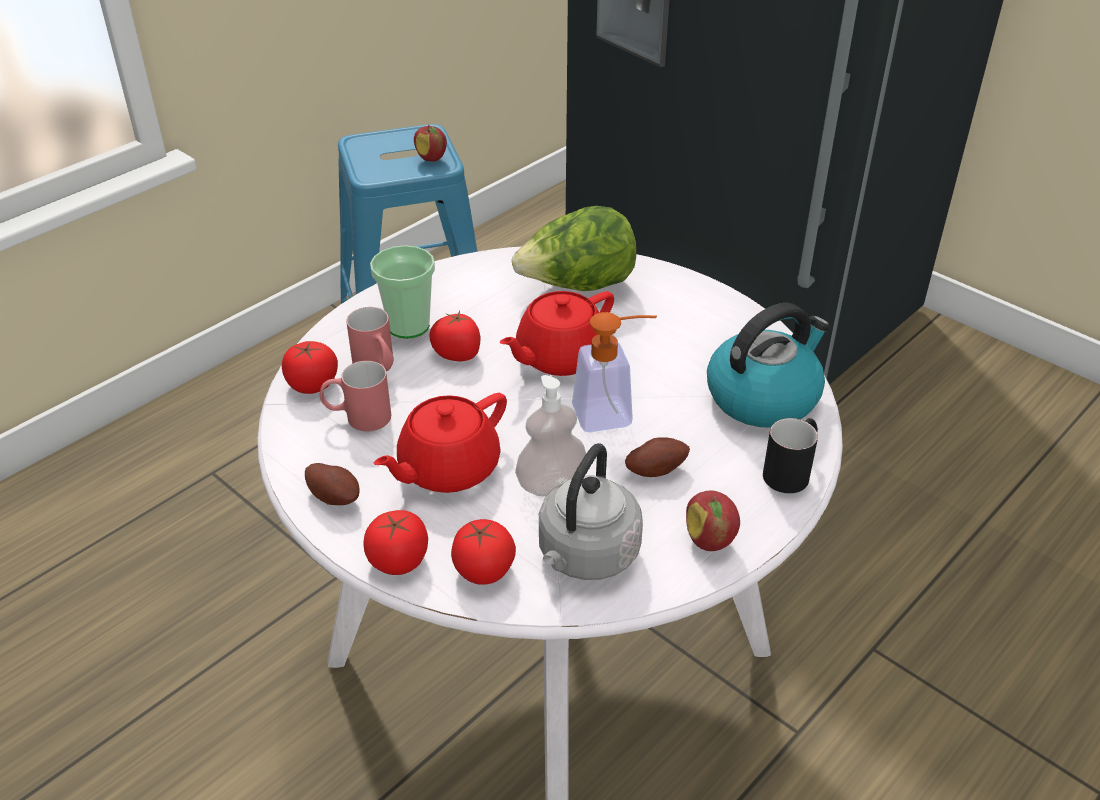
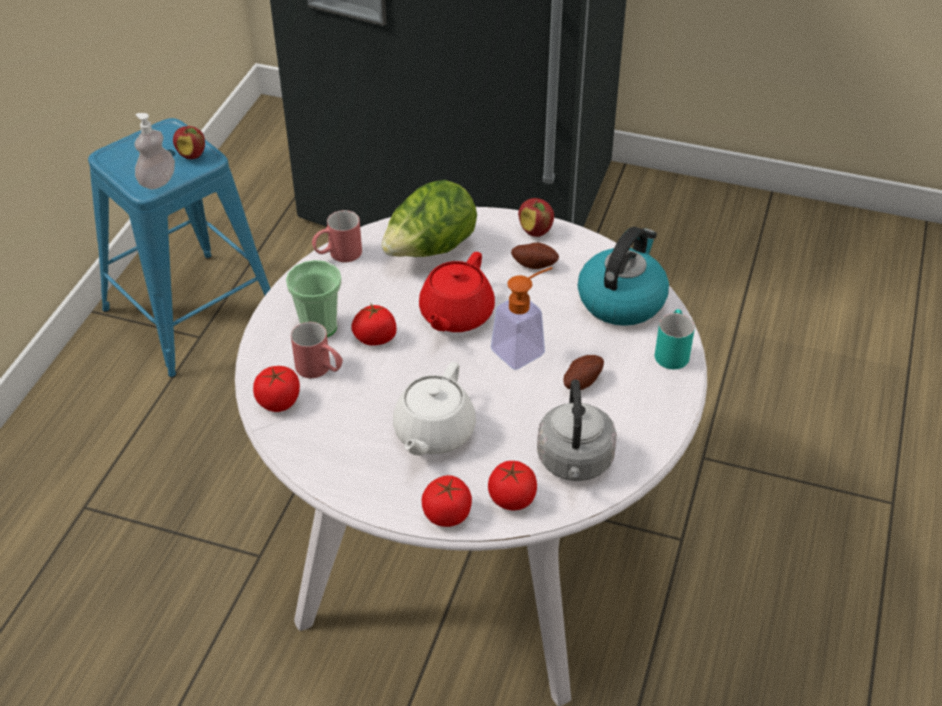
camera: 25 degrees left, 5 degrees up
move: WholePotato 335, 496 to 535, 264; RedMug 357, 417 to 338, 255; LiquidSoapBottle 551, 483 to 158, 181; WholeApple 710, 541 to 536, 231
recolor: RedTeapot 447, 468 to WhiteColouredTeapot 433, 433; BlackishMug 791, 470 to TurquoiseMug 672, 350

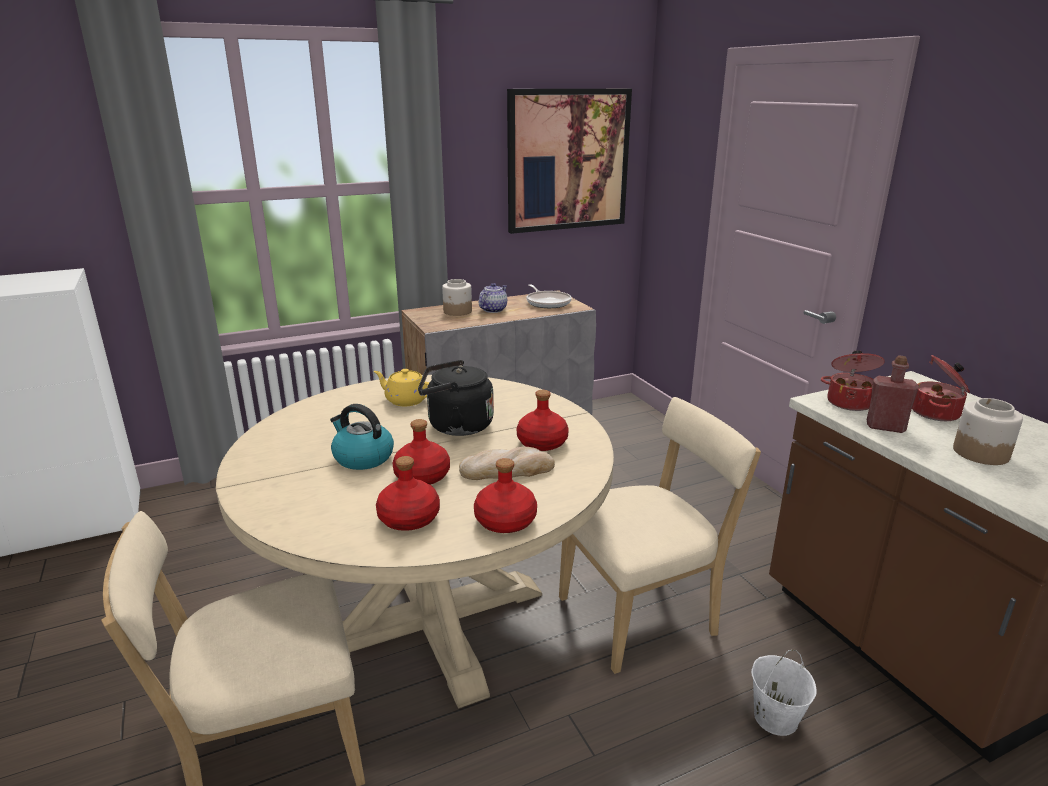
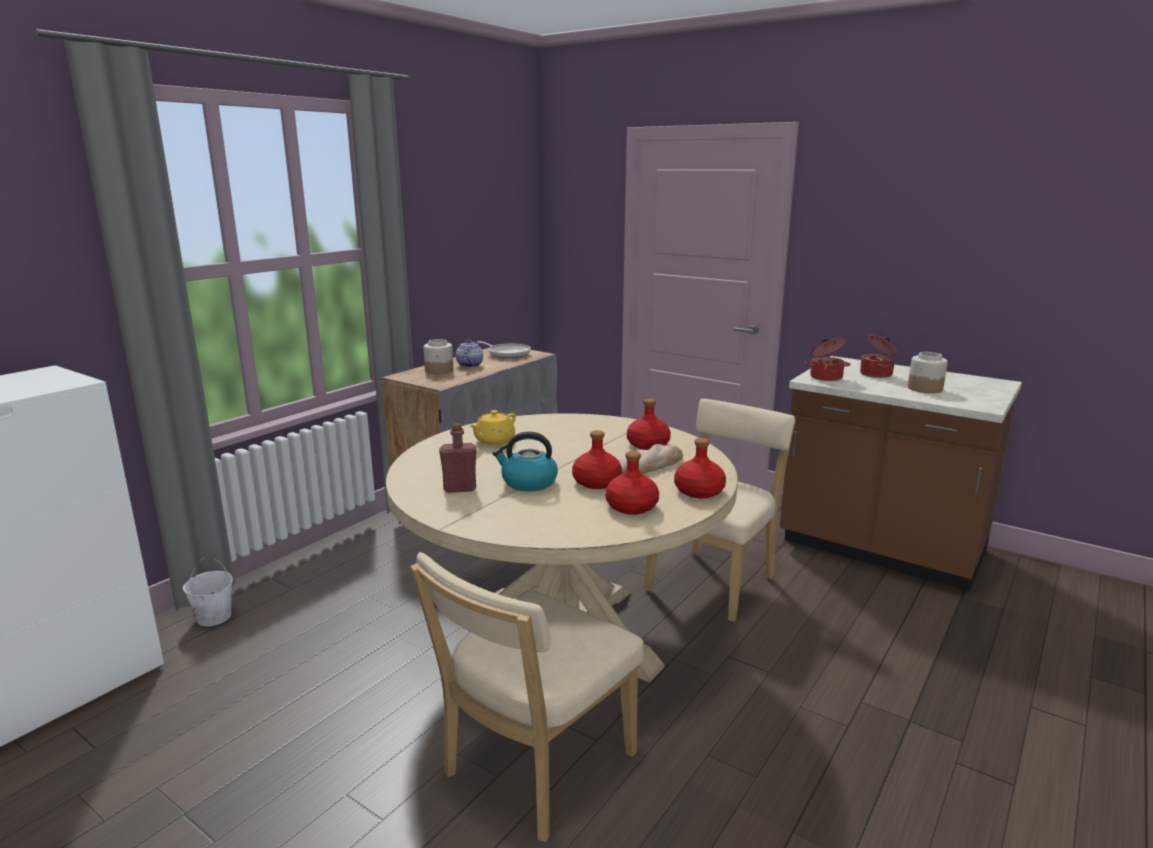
camera: 30 degrees left, 5 degrees down
delete: BlackishWaterKettle 456, 426; WallArt 568, 160
move: WhiteColouredWaterBucket 774, 718 to 213, 617; RedBottle 885, 427 to 460, 488
rotate: YellowishTeapot 405, 400 = 494, 441 45 degrees counterclockwise

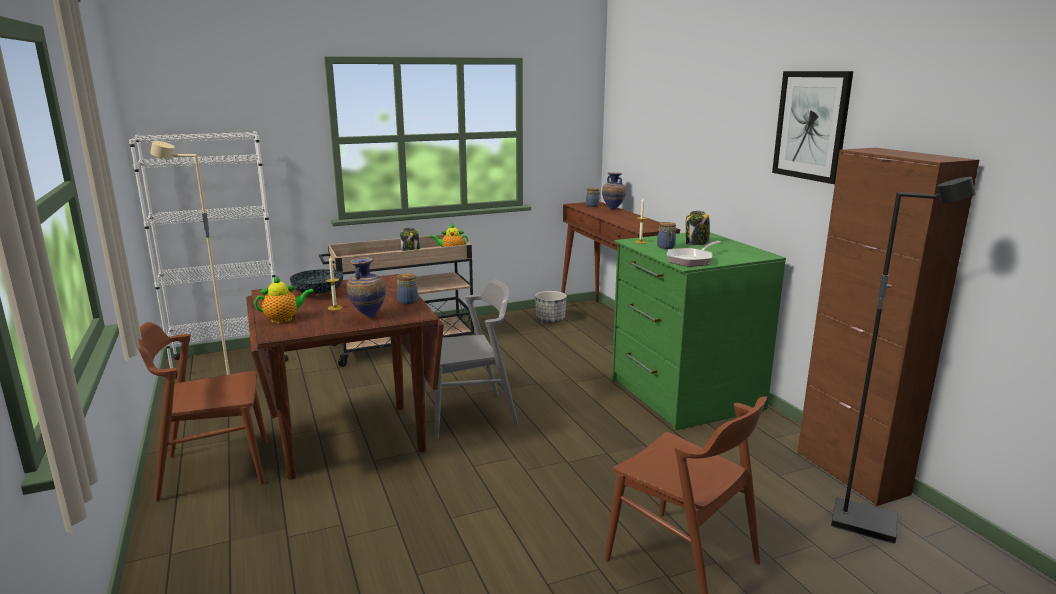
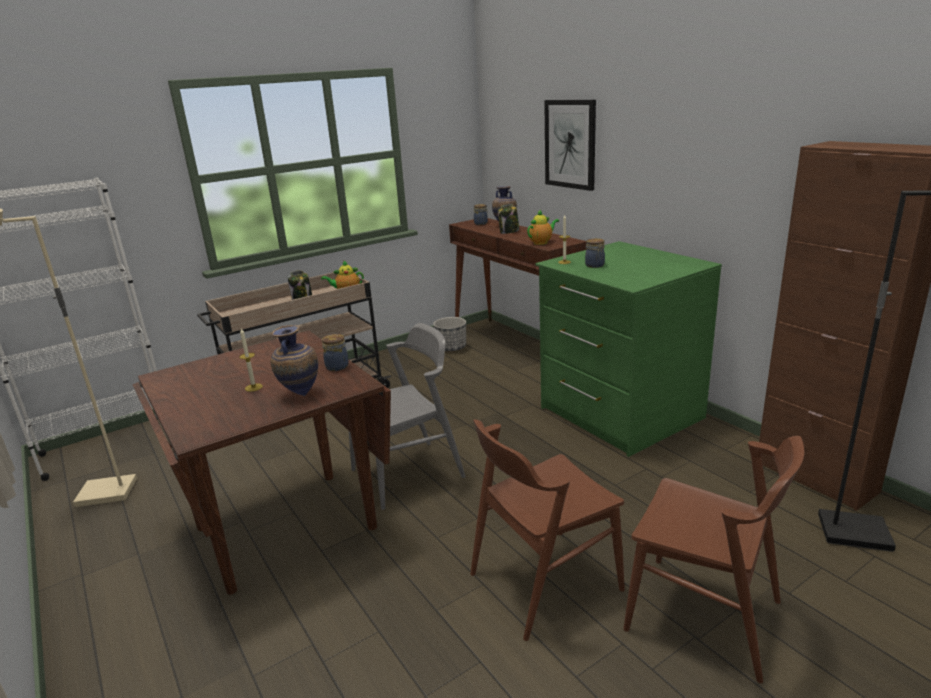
camera: 10 degrees left, 5 degrees up
delete: ServingBowl 318, 293; Skillet 691, 260
move: BrownUprightChair 214, 469 to 544, 581; Teapot 284, 319 to 541, 242; StorageJar 697, 243 to 509, 232; WallArt 811, 125 to 570, 144

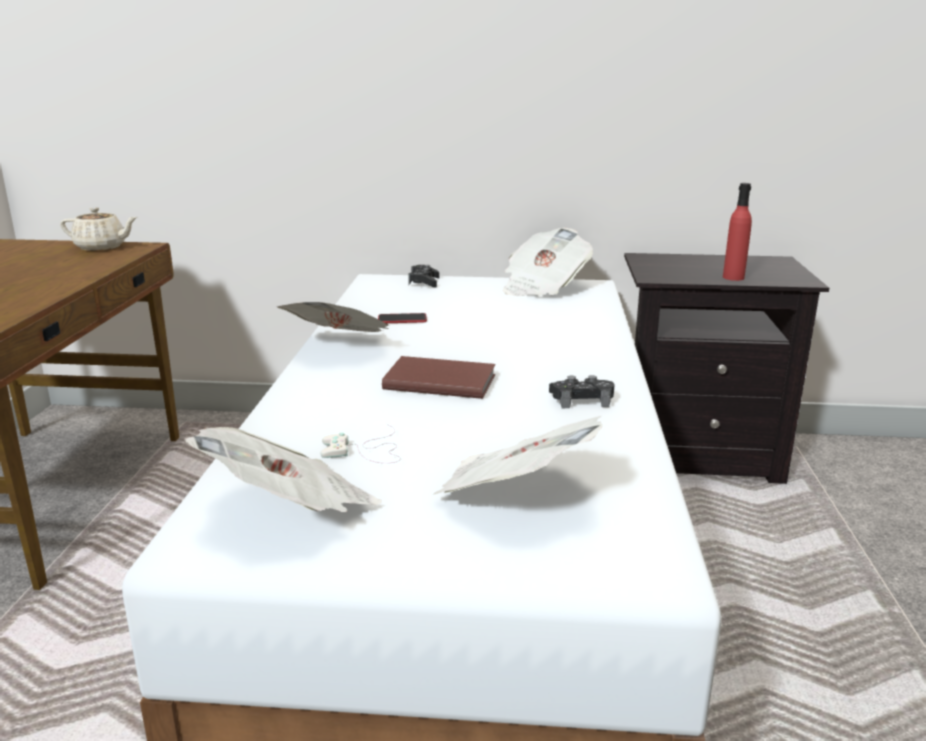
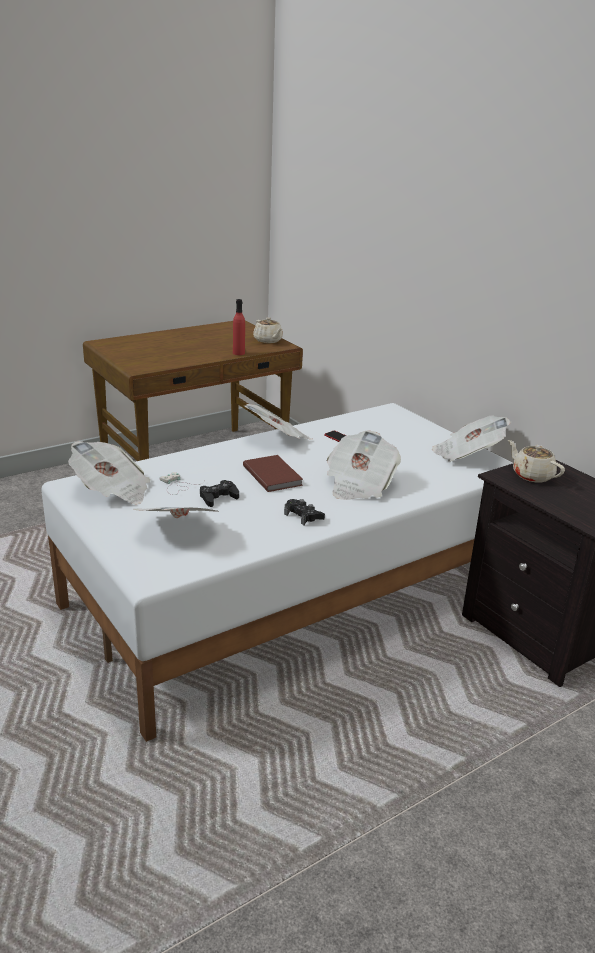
camera: 50 degrees right, 5 degrees up
insert: PrintedPaper 359, 485; BeigeTeapot 531, 475
move: BlackishGamepad 424, 282 to 218, 497; RedBottle 733, 277 to 238, 353

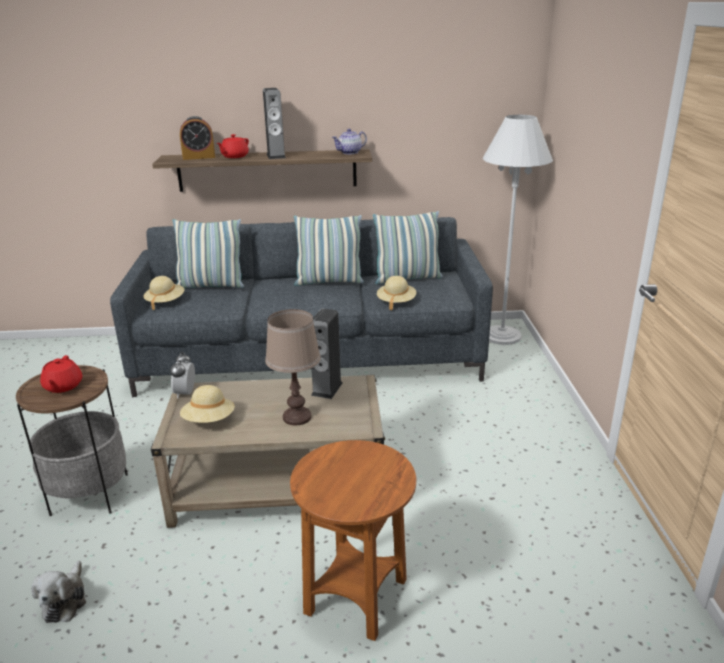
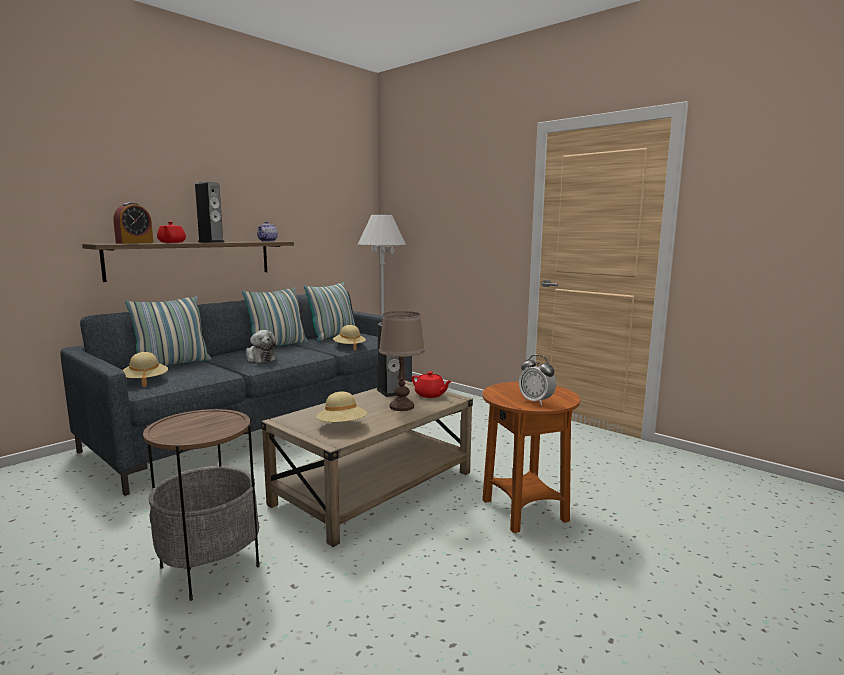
camera: 45 degrees left, 15 degrees down
move: PlushToy 65, 600 to 259, 358; RedTeapot 63, 386 to 430, 395; AlarmClock 185, 393 to 536, 401

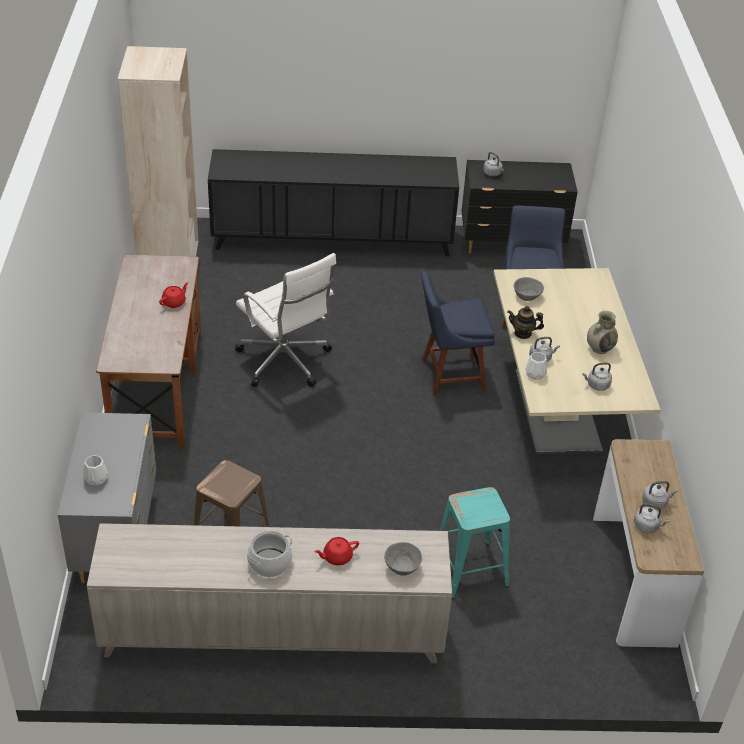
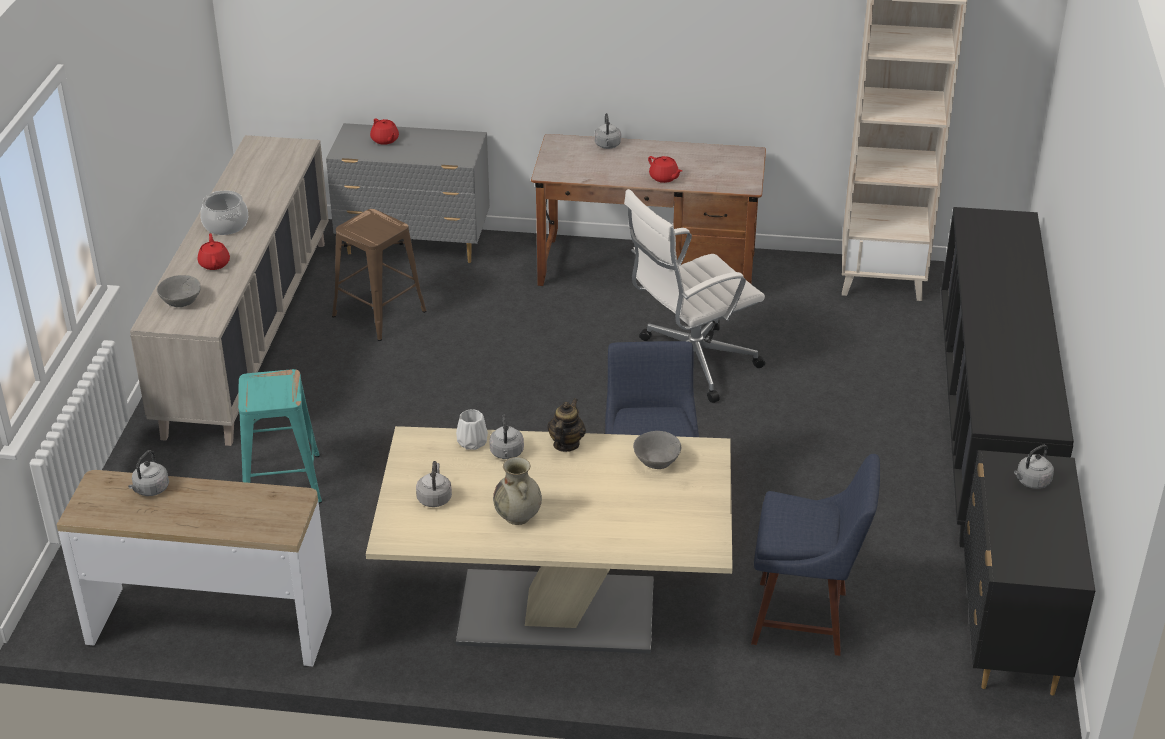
camera: 100 degrees right, 5 degrees down
move: GreyishWaterKettle 655, 502 to 607, 145
replace: WhiteColouredVase 96, 478 to RedTeapot 385, 140

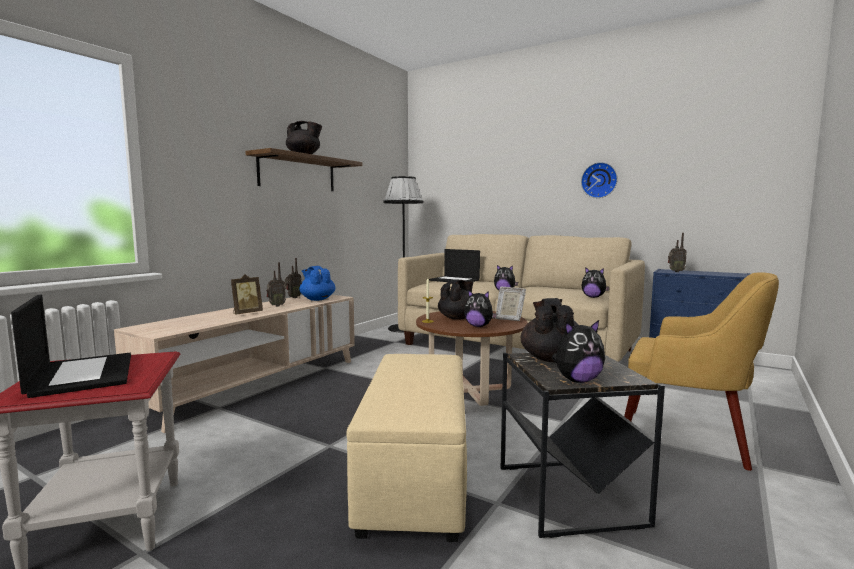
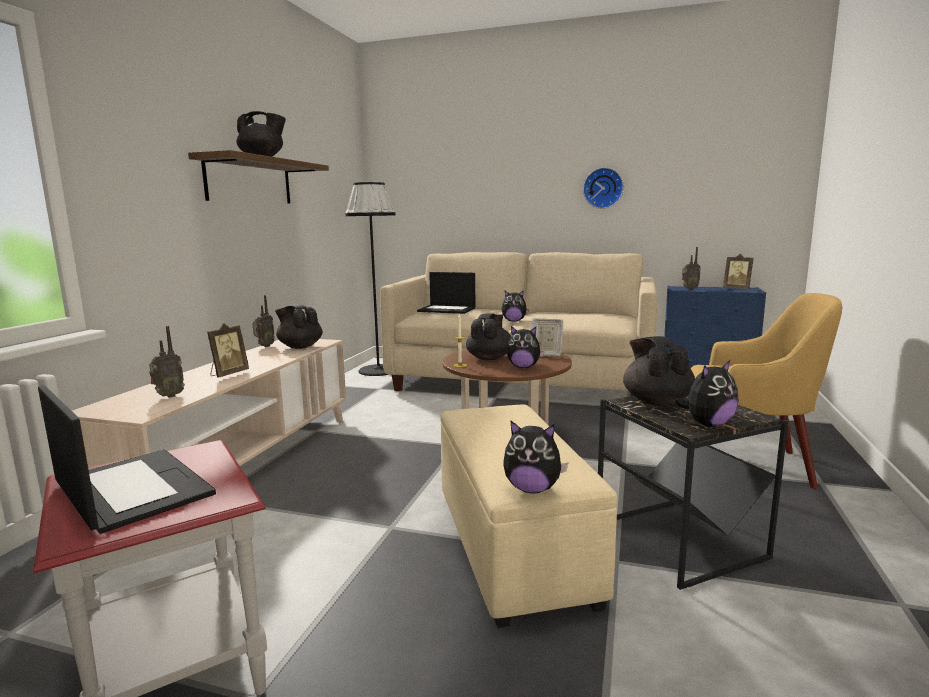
camera: 15 degrees left, 5 degrees up
insert: StandingFrame 737, 289
move: RadioSet 276, 306 to 168, 396; PlushToy 593, 297 to 532, 489
recolor: BluishTeapot 317, 299 to BlackishTeapot 300, 346

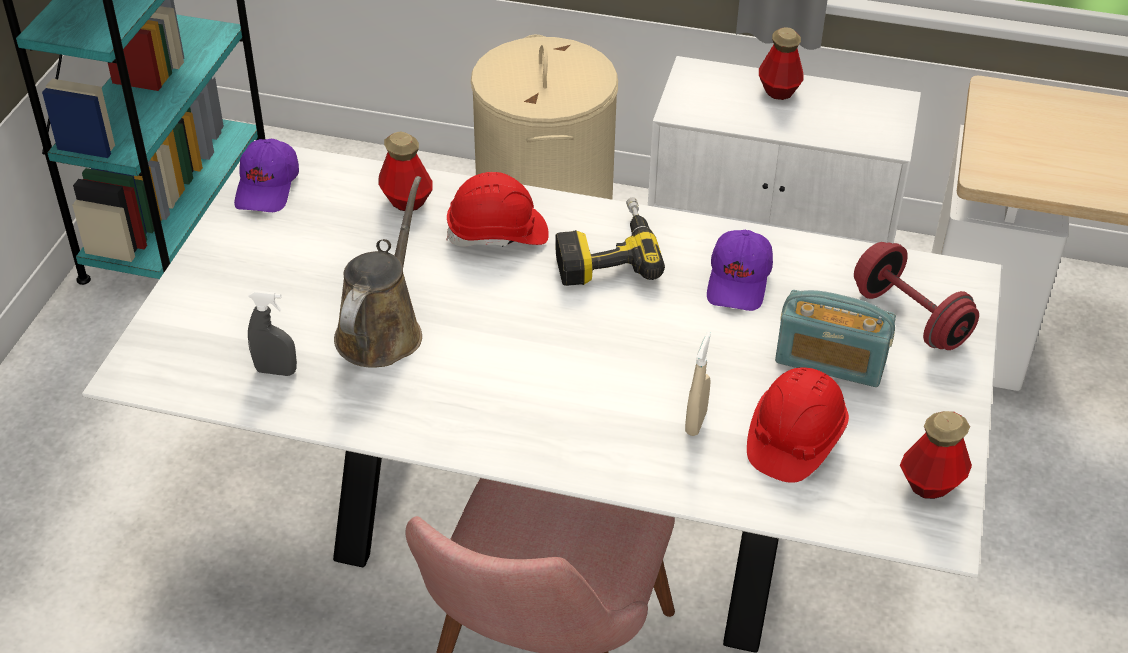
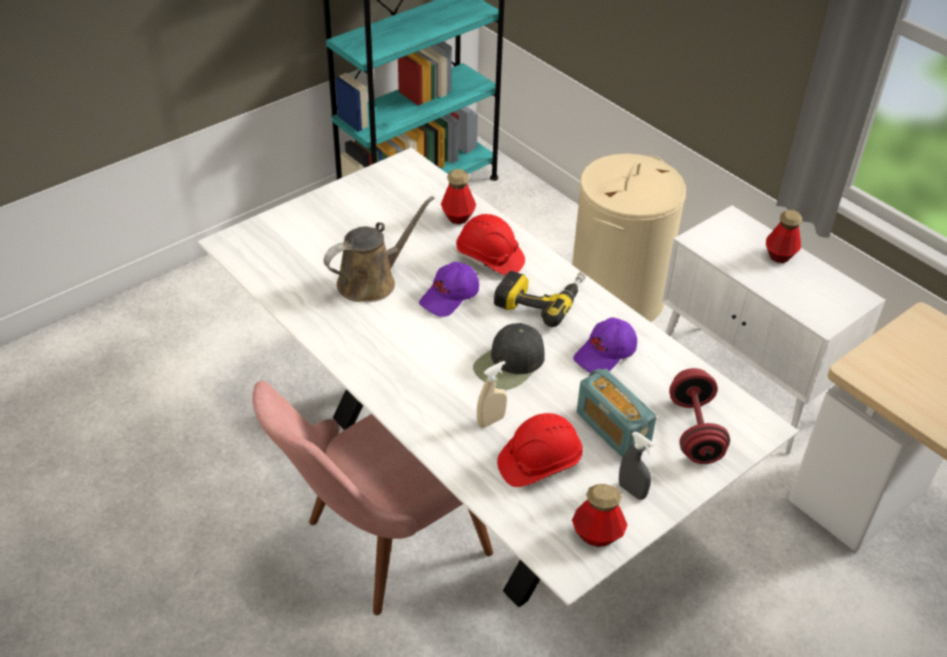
camera: 35 degrees right, 0 degrees up
insert: BlackishBaseballCap 510, 364
move: PurplishBaseballCap 268, 188 to 450, 297; GreyishSprayBottle 276, 371 to 632, 491

